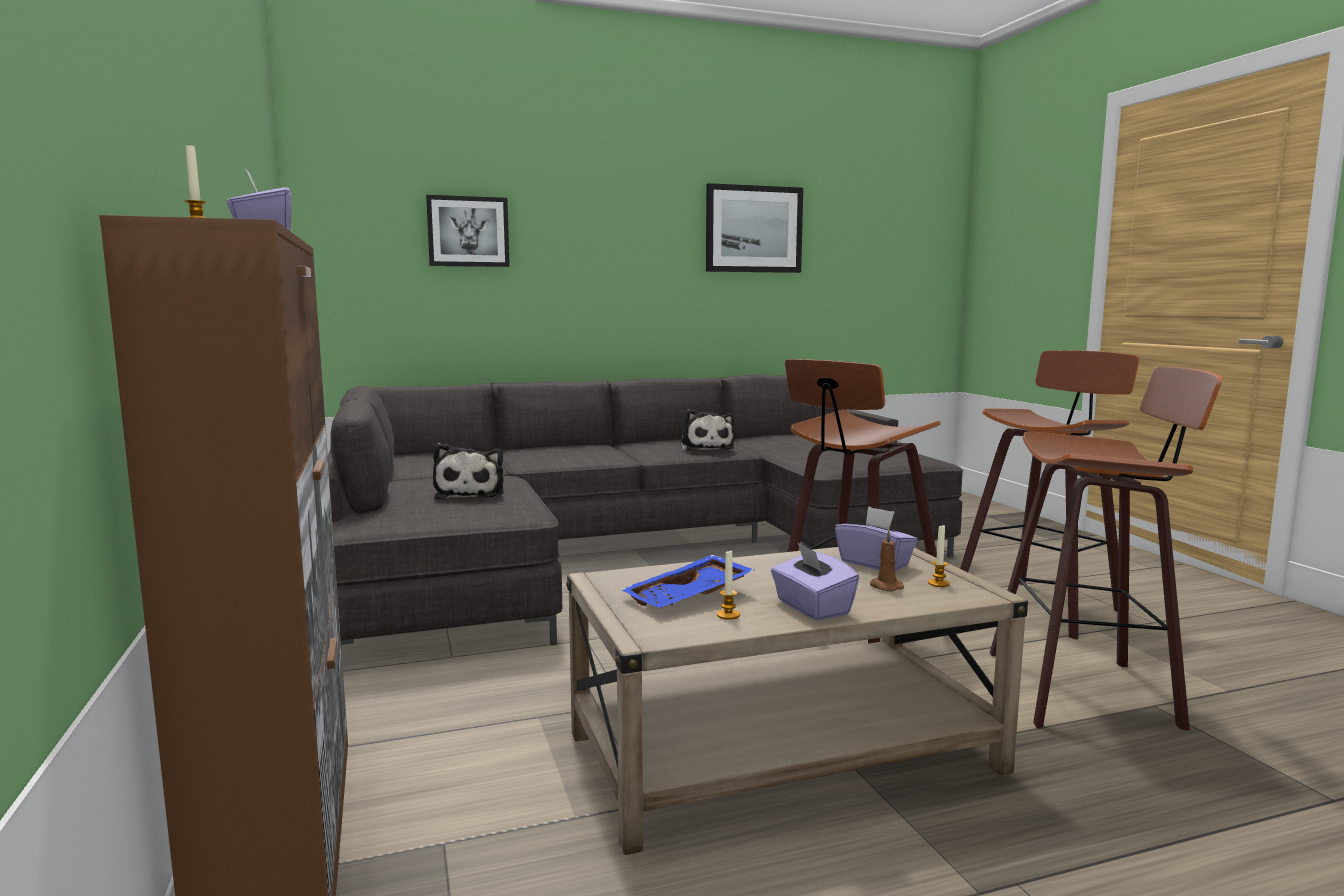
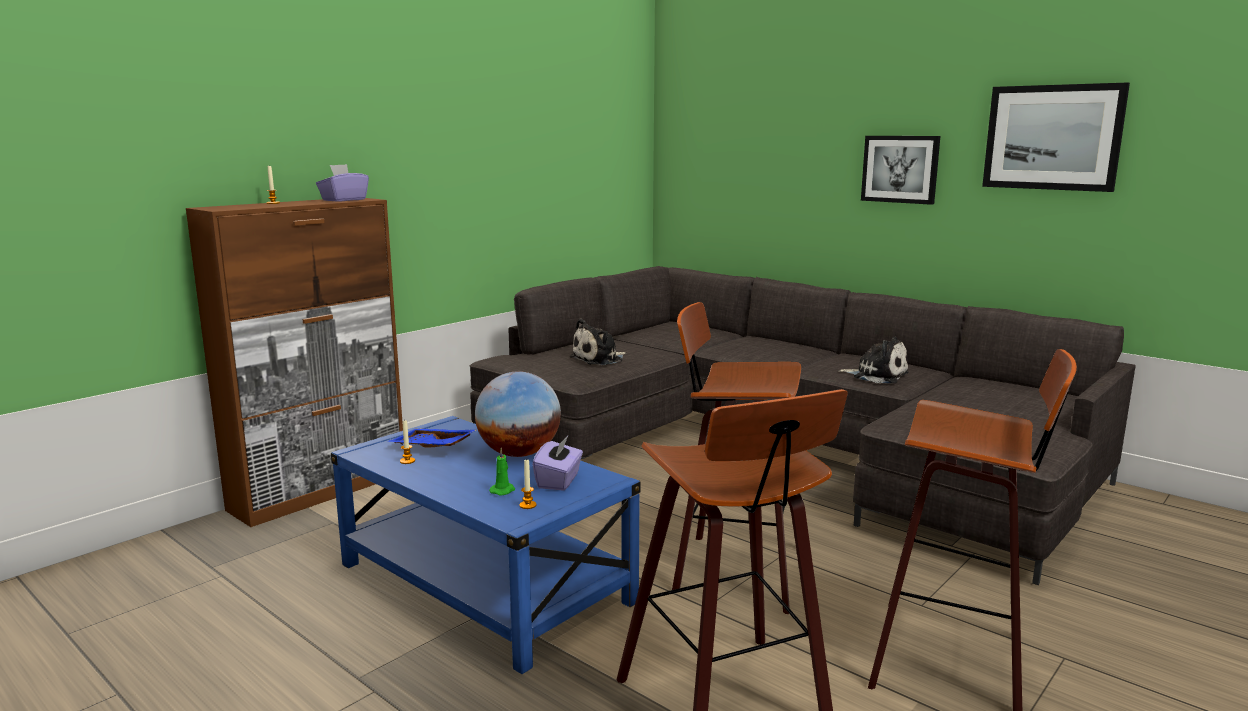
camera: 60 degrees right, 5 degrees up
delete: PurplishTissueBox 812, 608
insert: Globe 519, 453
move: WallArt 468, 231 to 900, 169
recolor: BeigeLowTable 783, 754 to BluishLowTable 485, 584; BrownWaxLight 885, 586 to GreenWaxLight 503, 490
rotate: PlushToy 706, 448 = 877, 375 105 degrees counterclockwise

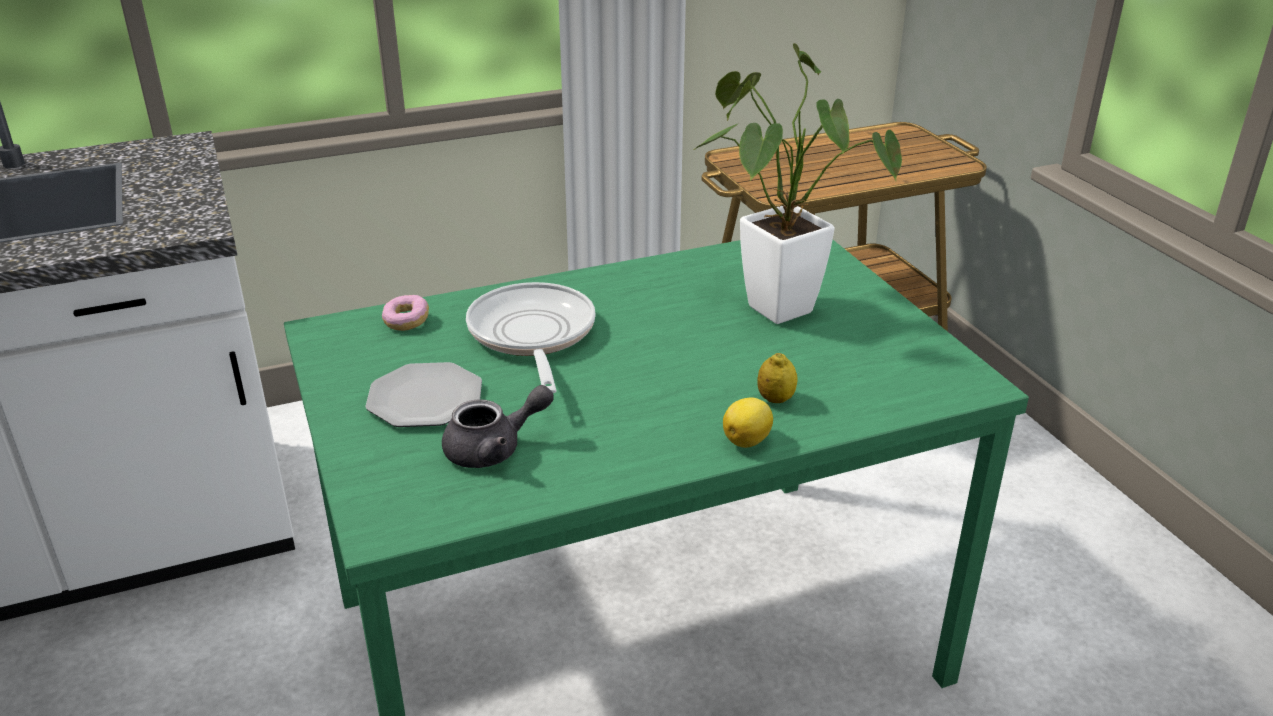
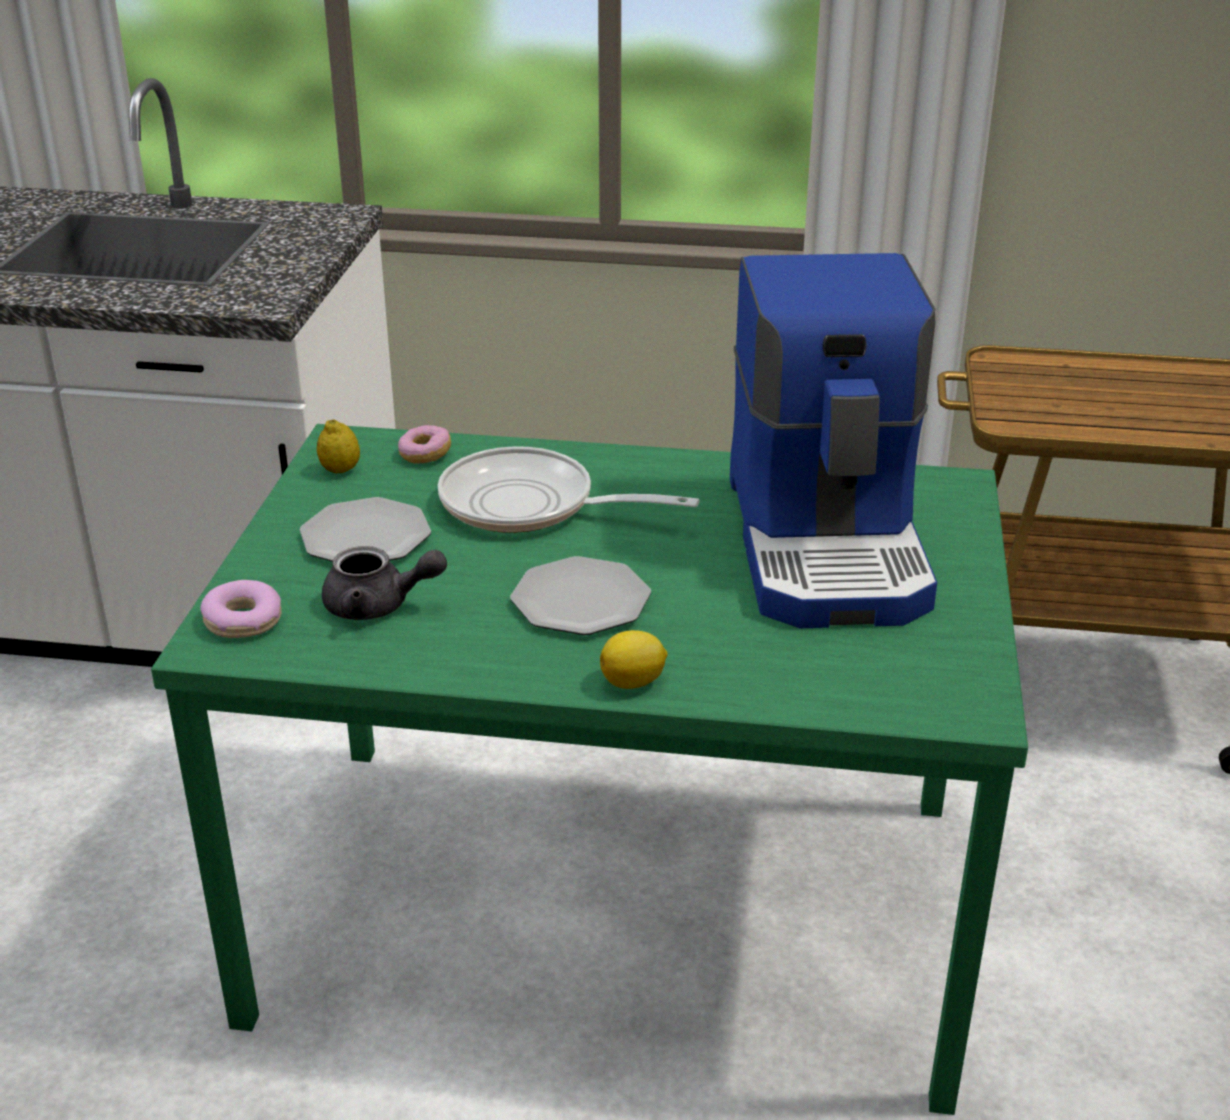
camera: 30 degrees right, 0 degrees up
insert: Doughnut 243, 621; FlatDish 579, 601
move: CitrusFruit 775, 399 to 340, 470
replace: PottedPlant 771, 303 to CoffeeMaker 830, 544
rotate: Skillet 532, 337 = 530, 506 90 degrees counterclockwise

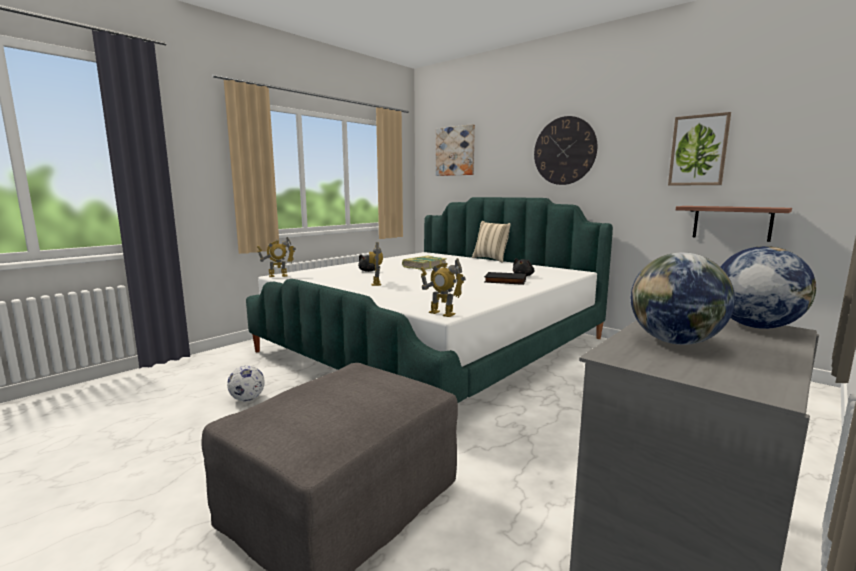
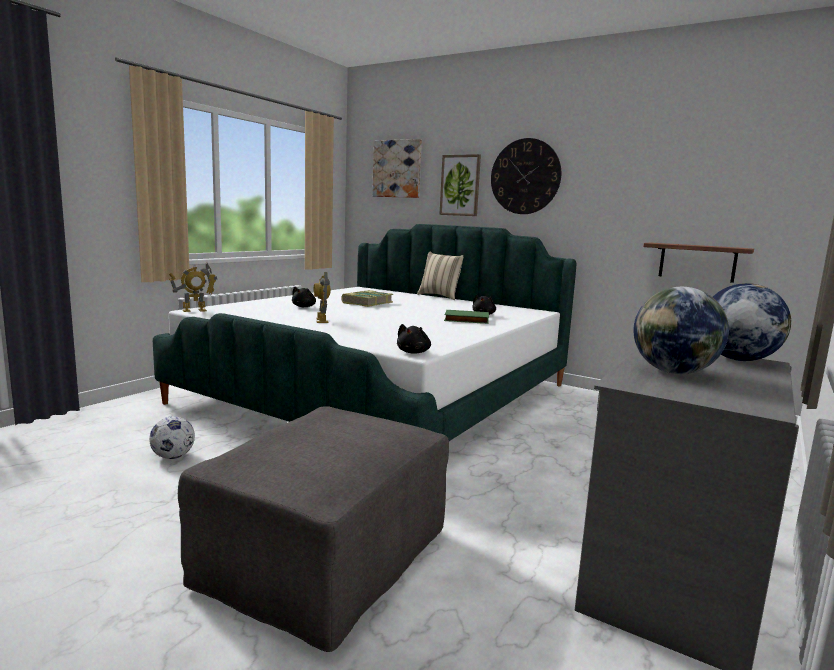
camera: 10 degrees left, 0 degrees up
move: WallArt 698, 150 to 460, 185
replace: ModelRobot 441, 313 to BlackishPlushToy 414, 352
recolor: BlackishBook 504, 281 to GreenBook 466, 320

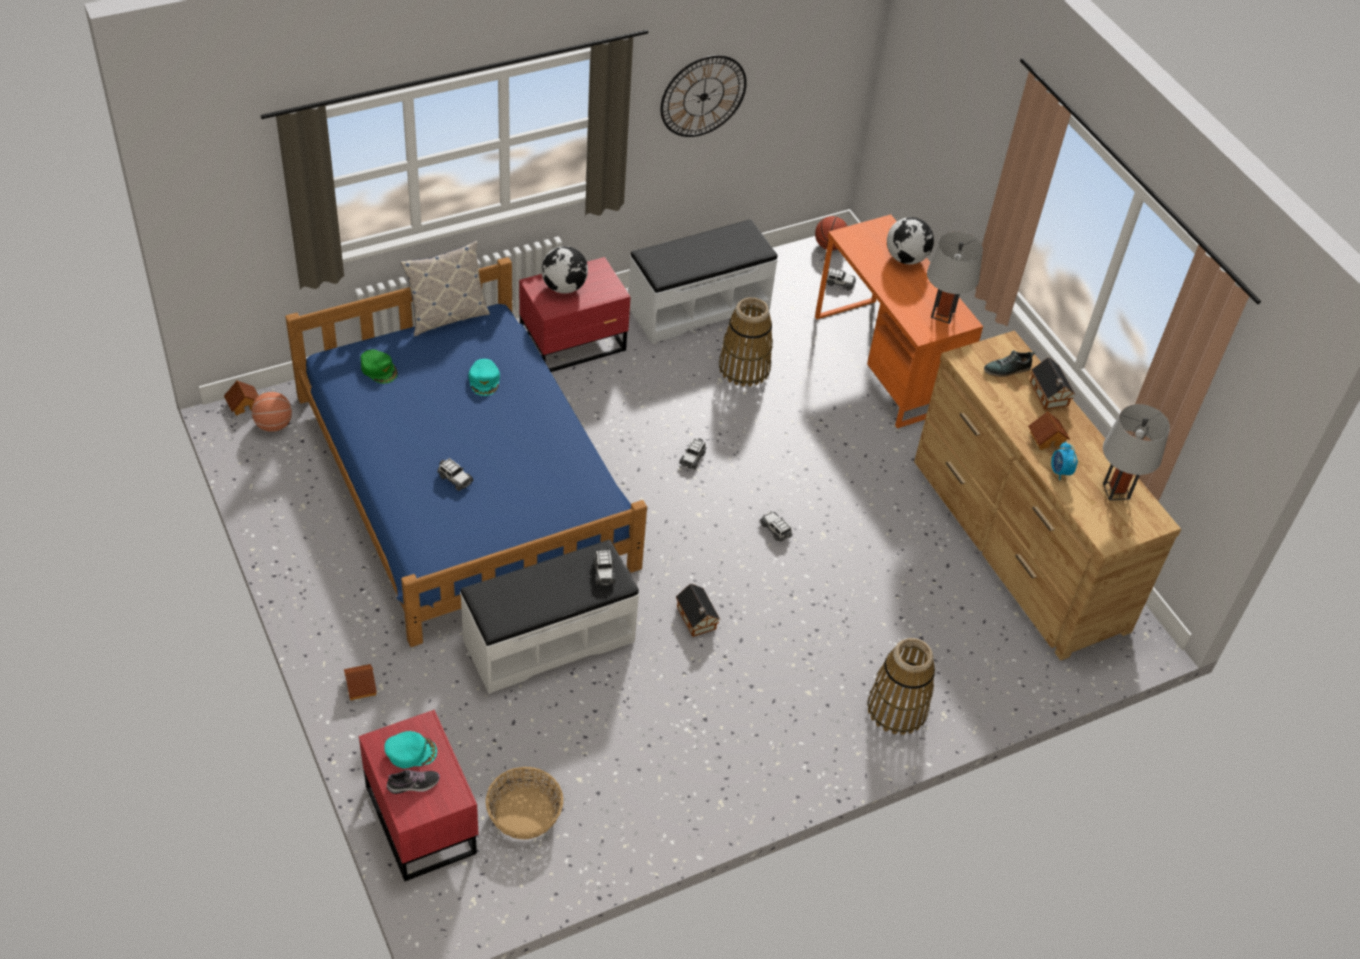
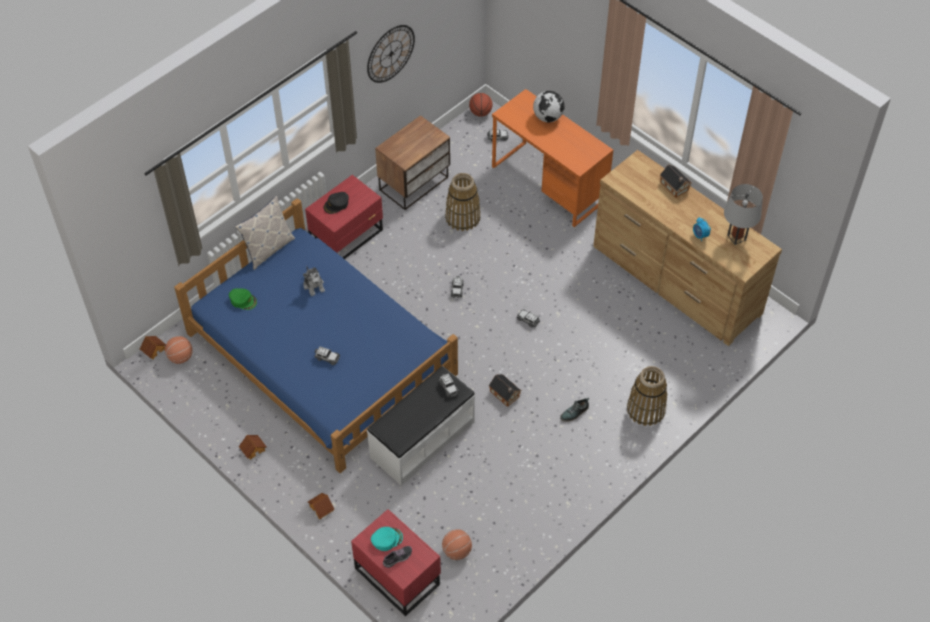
camera: 15 degrees left, 5 degrees up
delete: GreyishTabletopLamp 943, 314
move: ItemOfFootwear 1007, 369 to 574, 413; ModelHouse 1047, 438 to 253, 449
replace: TurquoiseBaseballCap 484, 380 to PlushToy 314, 285; Basket 525, 814 to BasketballBall 457, 551; Globe 564, 287 to BlackishBaseballCap 336, 204; WhiteColouredIndoorBench 698, 306 to BedsideTable 415, 184

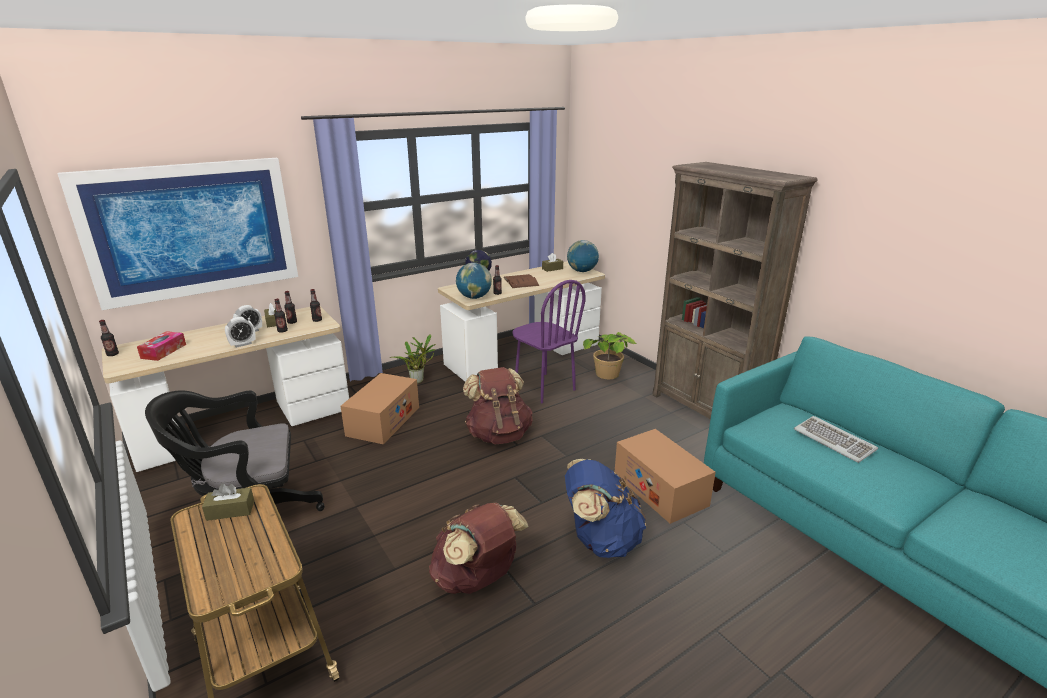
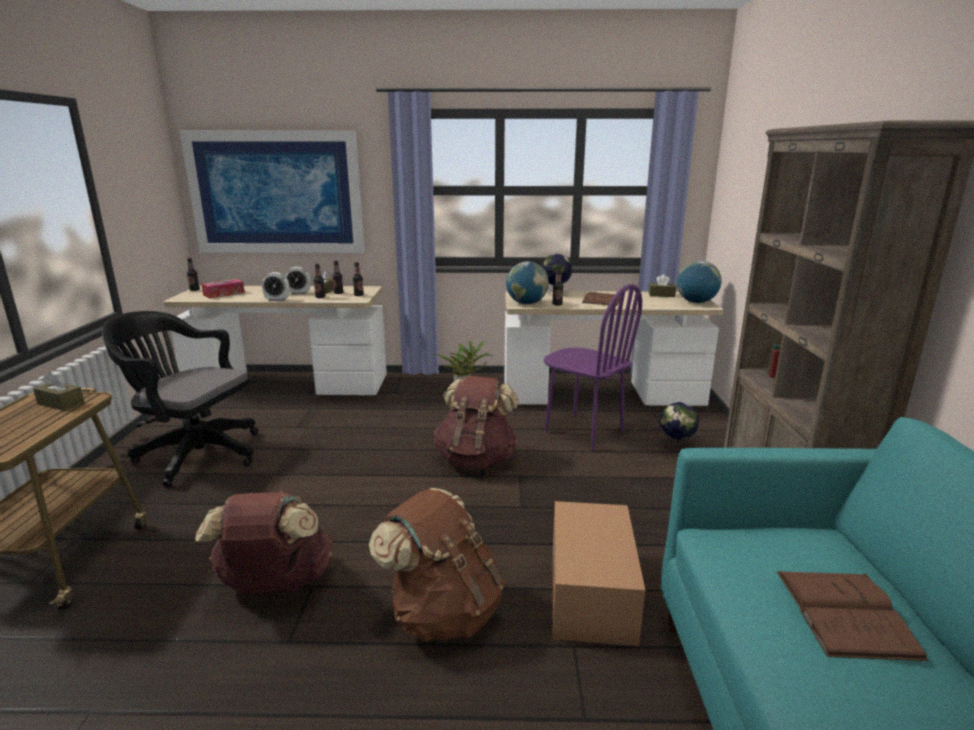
camera: 35 degrees right, 5 degrees down
delete: Carton 383, 421
replace: PottedPlant 609, 380 to Globe 676, 446; ComputerKeyboard 834, 441 to BrownBook 845, 612
recolor: BluishBackpack 600, 539 to BrownBackpack 443, 613
rotate: PurplishUprightChair 544, 388 = 583, 431 45 degrees counterclockwise

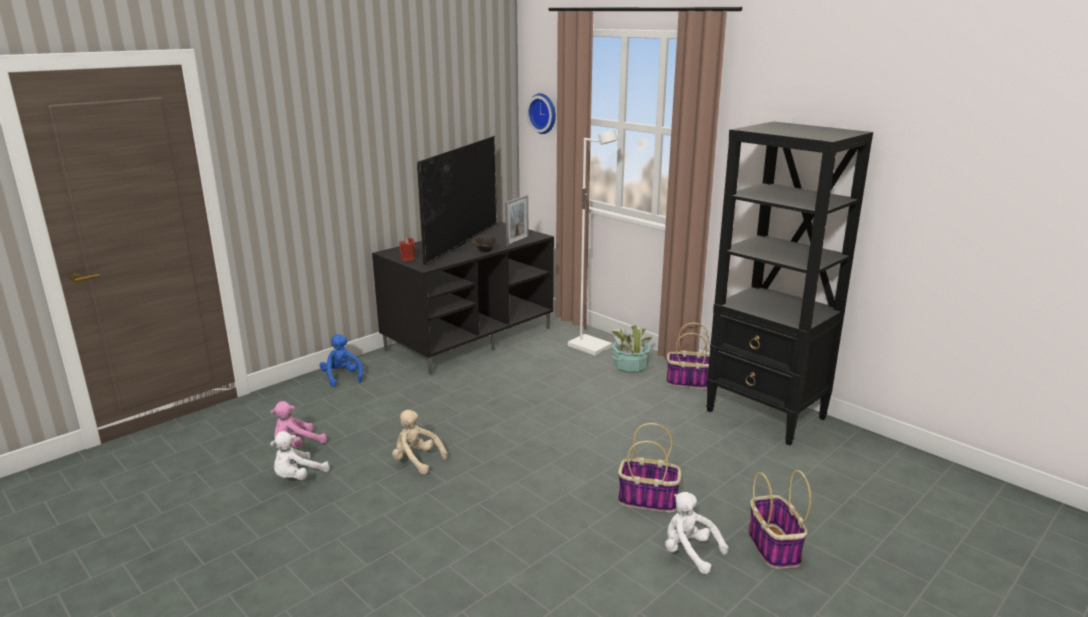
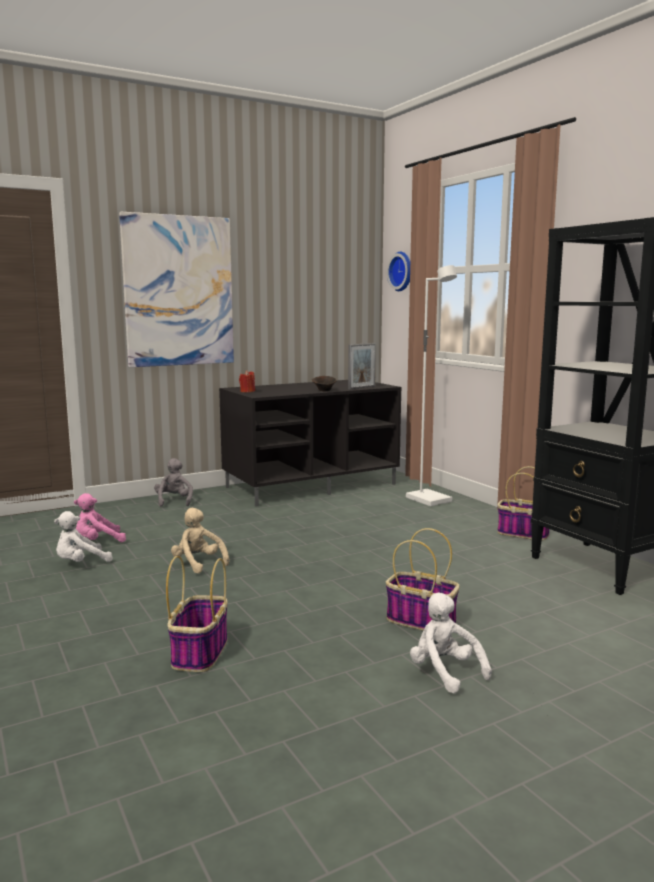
camera: 15 degrees right, 10 degrees down
delete: TvSet 462, 245; PottedPlant 630, 366
insert: WallArt 178, 291
move: Basket 773, 546 to 200, 652
recolor: BluishPlushToy 342, 377 to GreyishPlushToy 174, 501

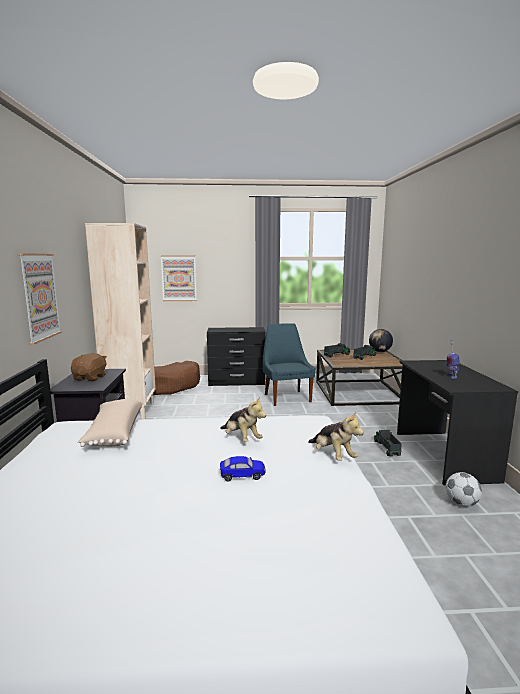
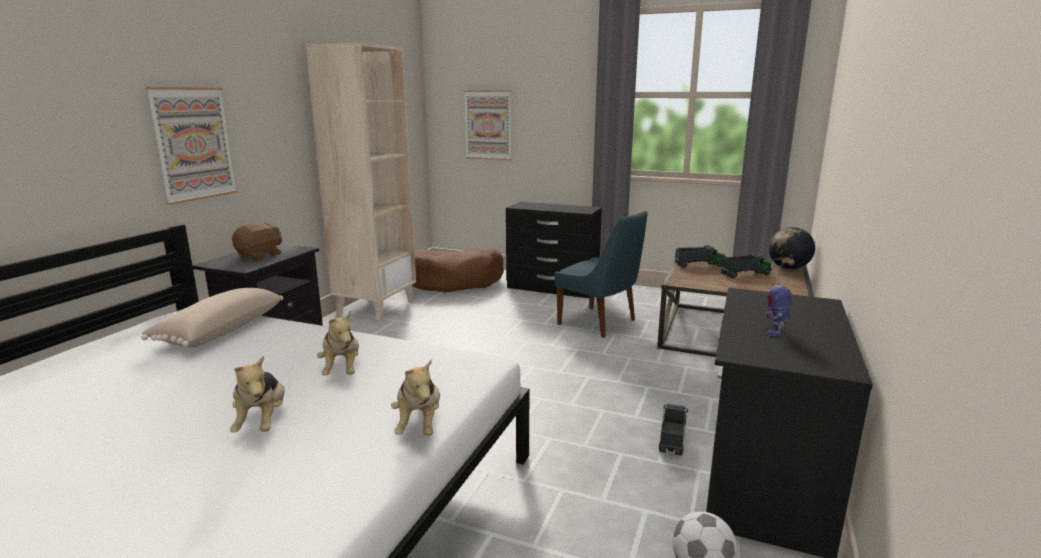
camera: 25 degrees right, 5 degrees up
replace: ModelCar 242, 476 to PlushToy 262, 422
rotate: BluishUprightChair 286, 397 = 599, 323 120 degrees clockwise

